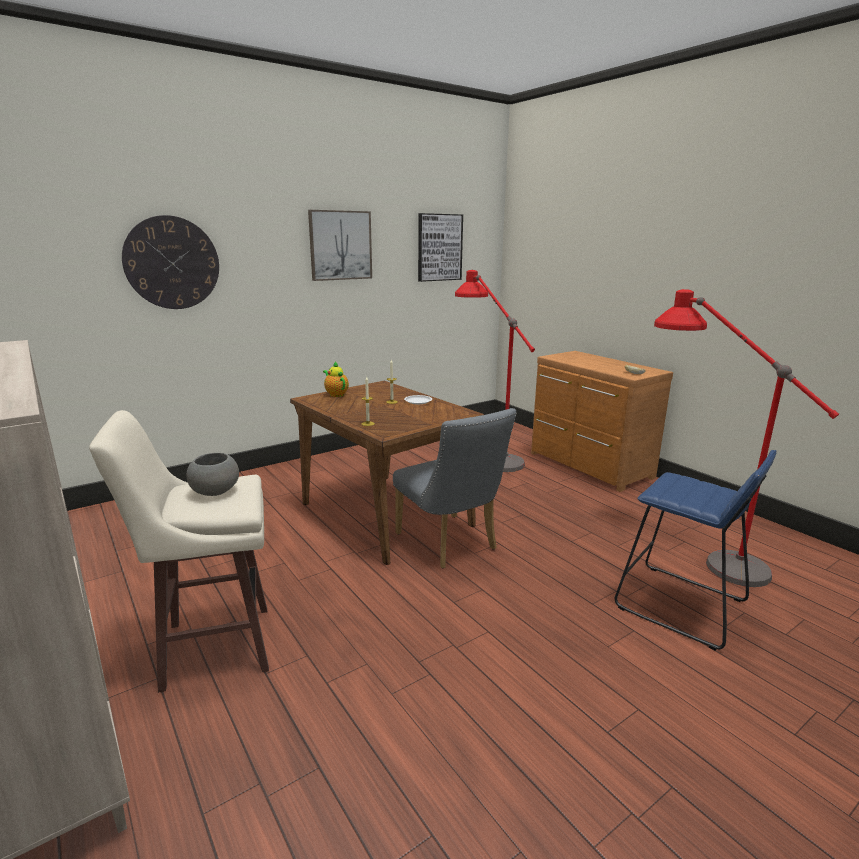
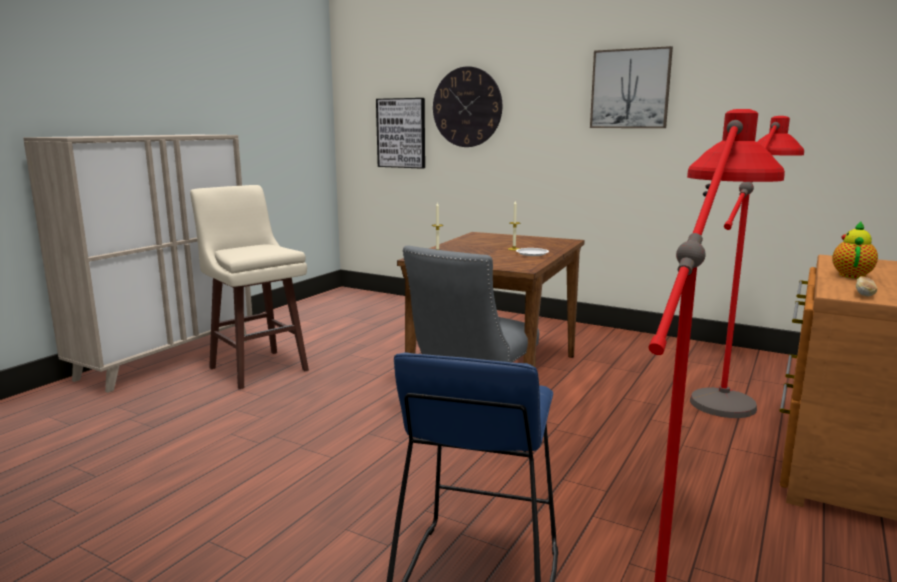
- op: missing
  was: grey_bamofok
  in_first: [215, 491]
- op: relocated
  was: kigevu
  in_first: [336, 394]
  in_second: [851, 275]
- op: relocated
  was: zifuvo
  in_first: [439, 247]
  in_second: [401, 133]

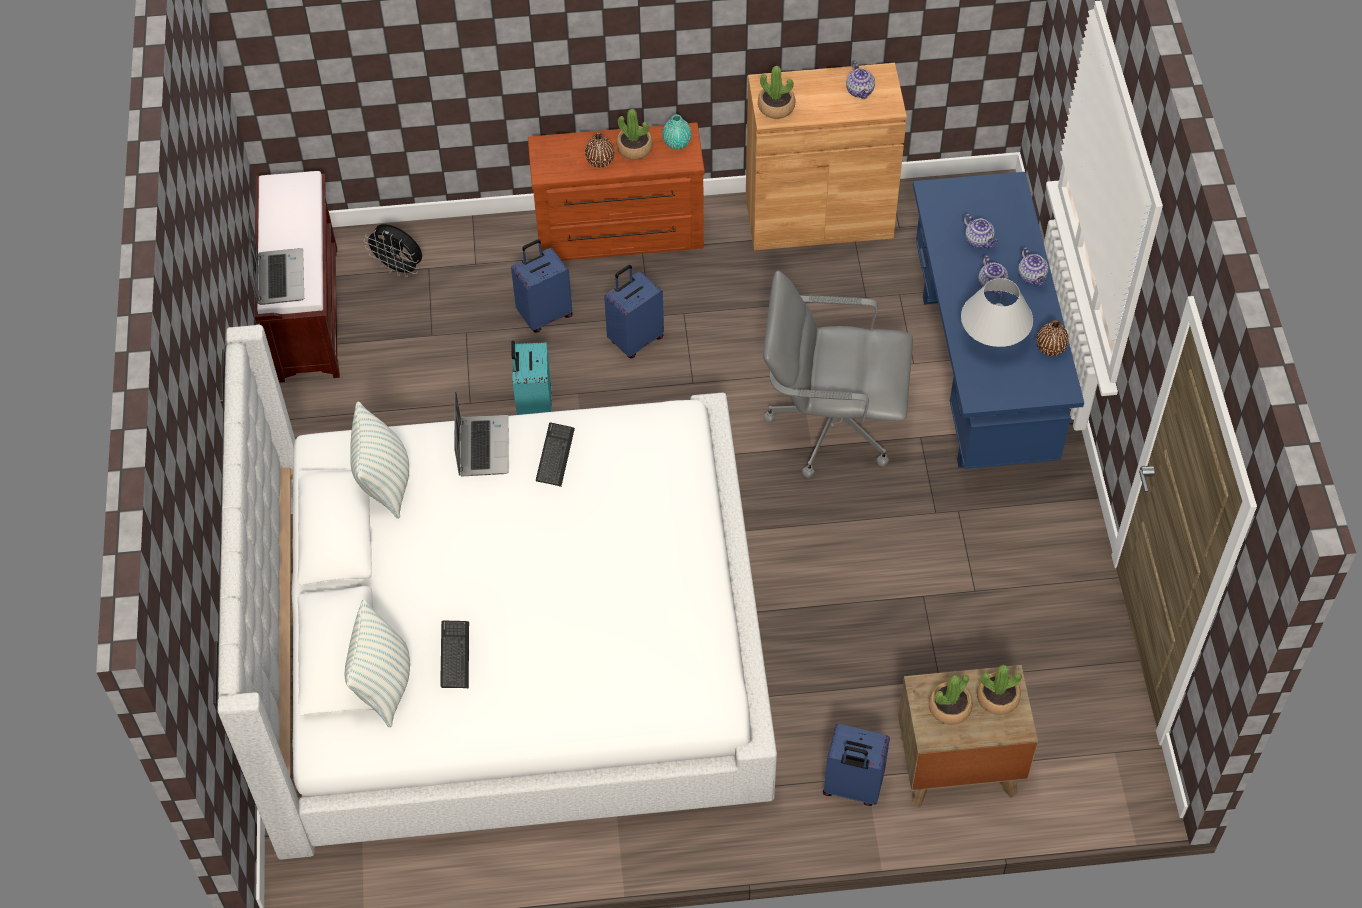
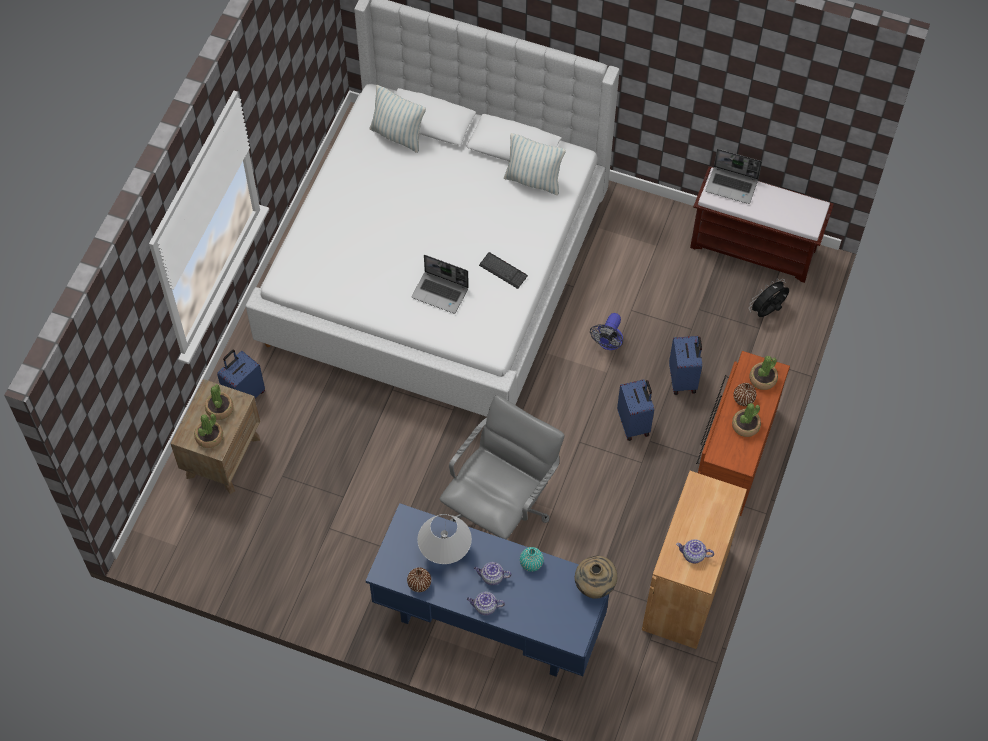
- op: missing
  was: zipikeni
  in_first: [455, 655]
- op: missing
  was: kigevu
  in_first: [979, 241]
- op: appeared
  now: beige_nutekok
  in_second: [594, 586]
- op: relocated
  was: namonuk
  in_first: [482, 446]
  in_second: [441, 293]
- op: relocated
  was: turquoise_nutekok
  in_first: [677, 143]
  in_second: [531, 563]
- op: relocated
  was: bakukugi
  in_first: [776, 107]
  in_second: [763, 379]
- op: exchanged
  was: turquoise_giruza
  now: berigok
  in_first: [533, 408]
  in_second: [608, 343]

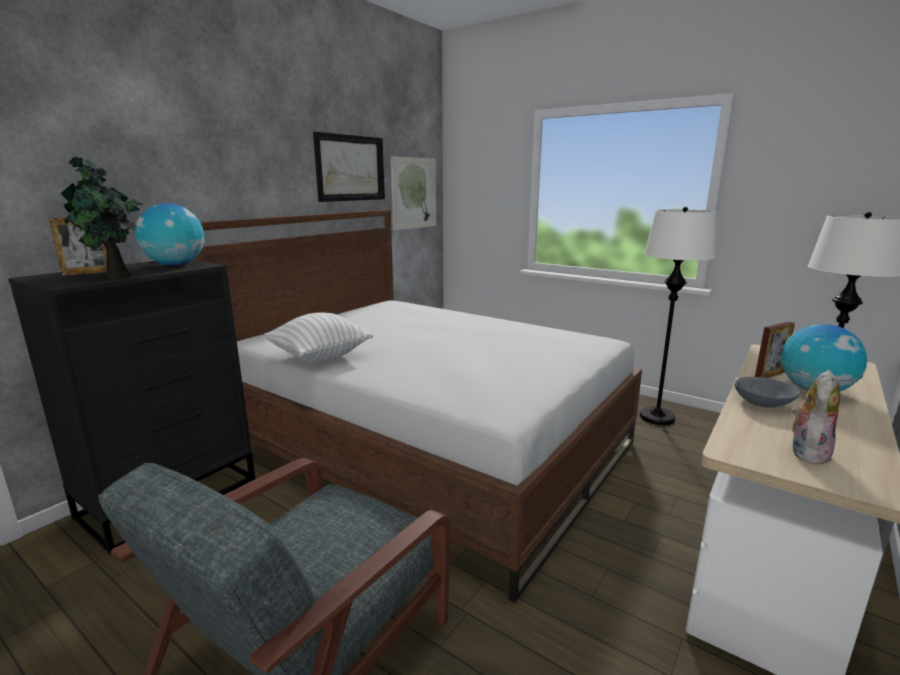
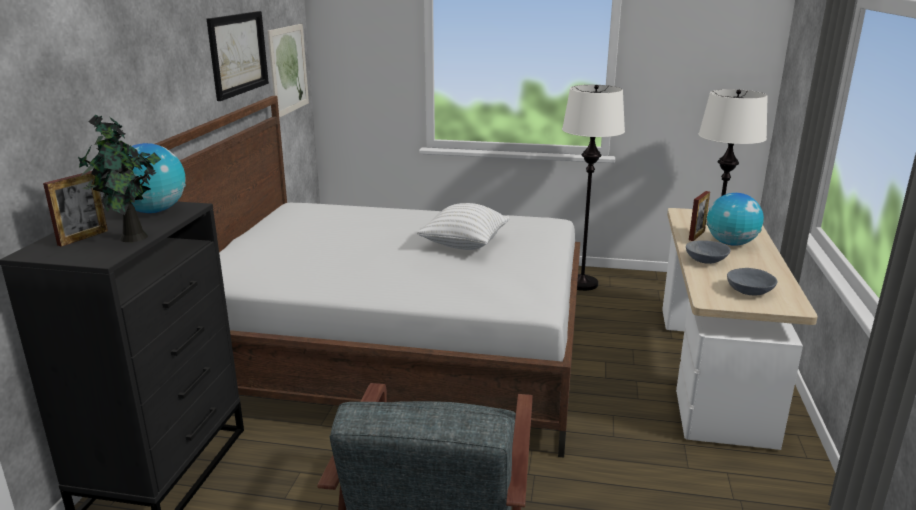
- op: relocated
  was: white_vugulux
  in_first: [319, 357]
  in_second: [464, 245]
- op: exchanged
  was: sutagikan
  now: grey_bamofok
  in_first: [807, 452]
  in_second: [750, 291]

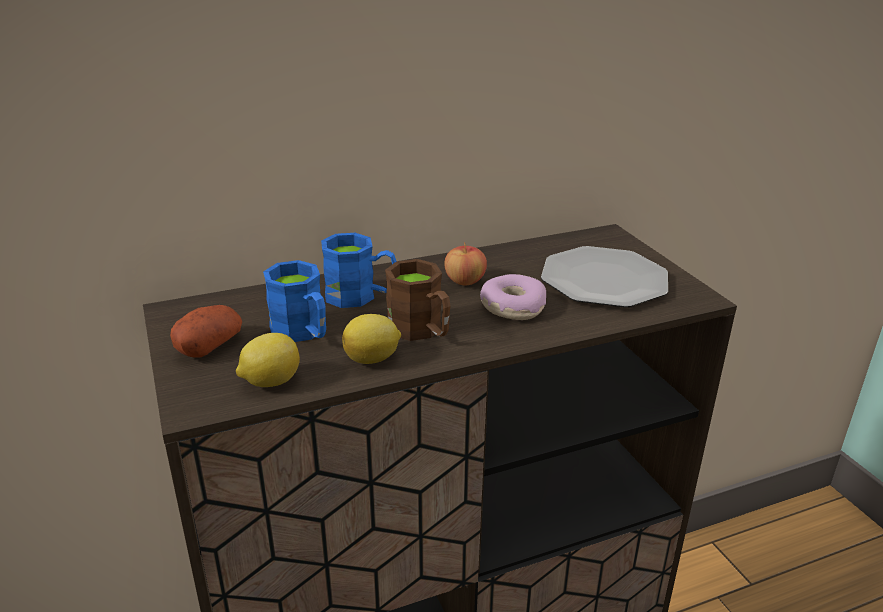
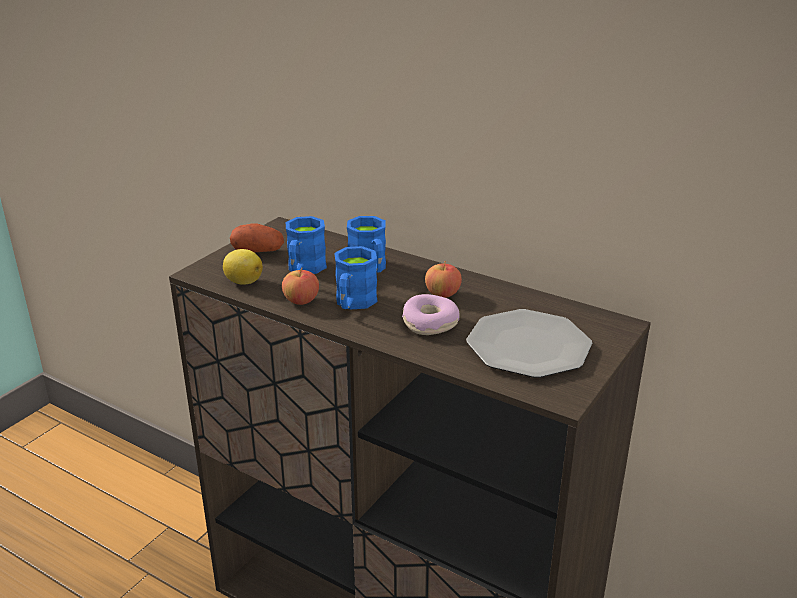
- op: exchanged
  was: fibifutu
  now: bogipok
  in_first: [373, 359]
  in_second: [301, 300]
- op: colour
  was: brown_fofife
  now: blue_fofife
  in_first: [421, 331]
  in_second: [353, 303]

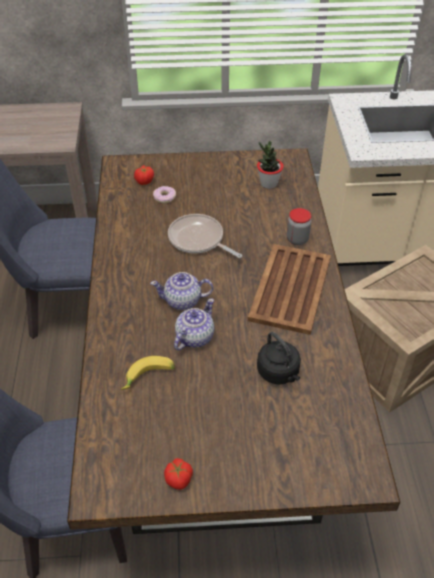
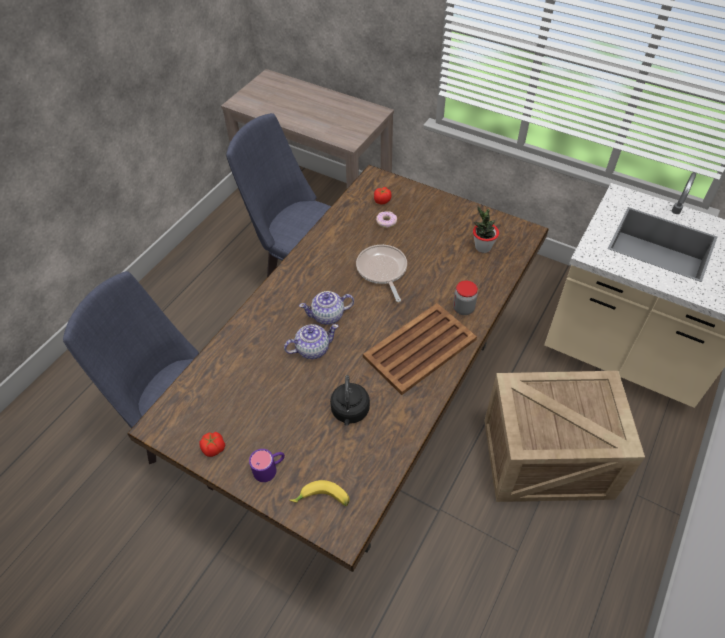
- op: appeared
  now: purple_fofife
  in_second: [270, 468]
- op: relocated
  was: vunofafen
  in_first: [149, 377]
  in_second: [321, 500]
- op: spun
  was: kigevu
  in_first: [183, 301]
  in_second: [328, 316]
  clockwise: -45

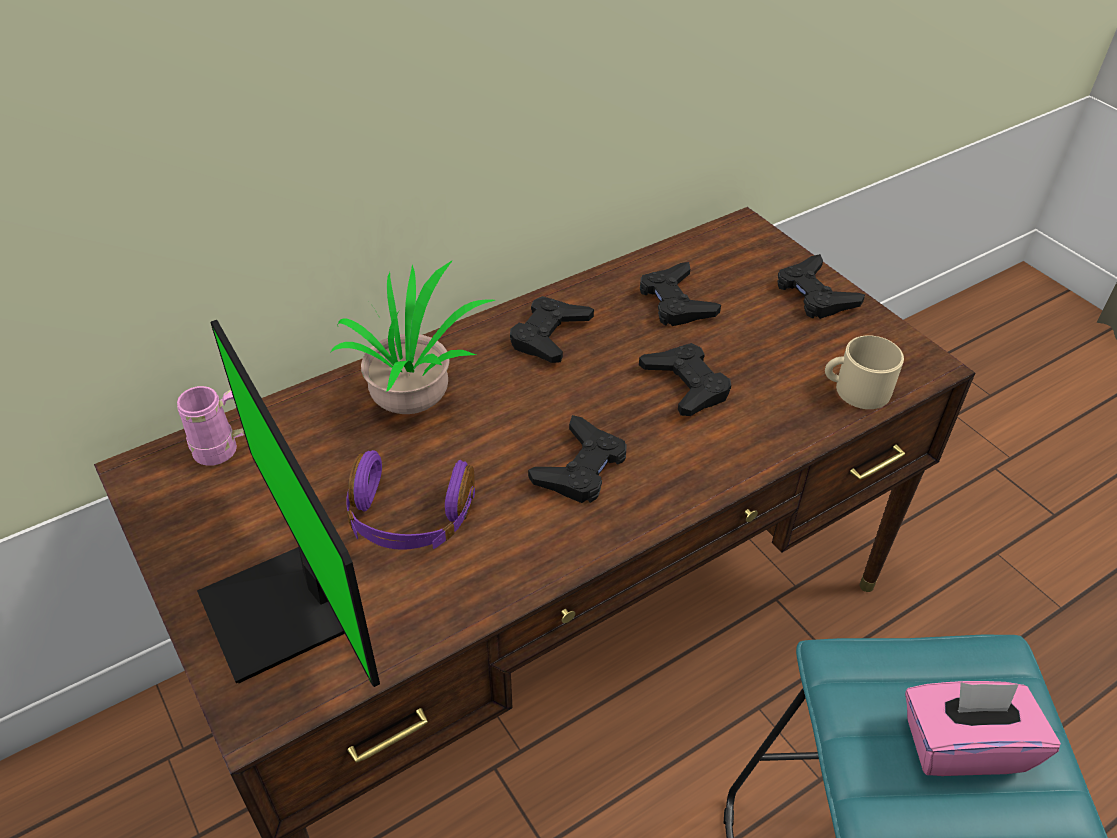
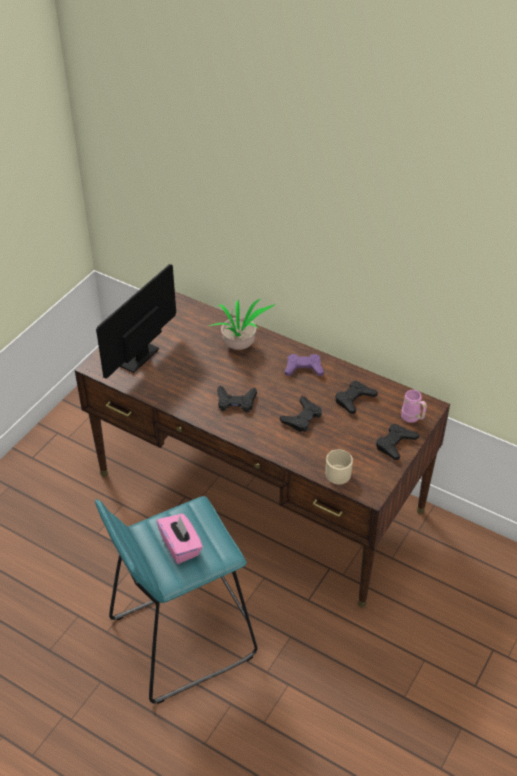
- op: missing
  was: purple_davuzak
  in_first: [409, 519]
- op: relocated
  was: pink_fofife
  in_first: [225, 449]
  in_second: [412, 418]
- op: colour
  was: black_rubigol
  now: purple_rubigol
  in_first: [549, 335]
  in_second: [303, 368]

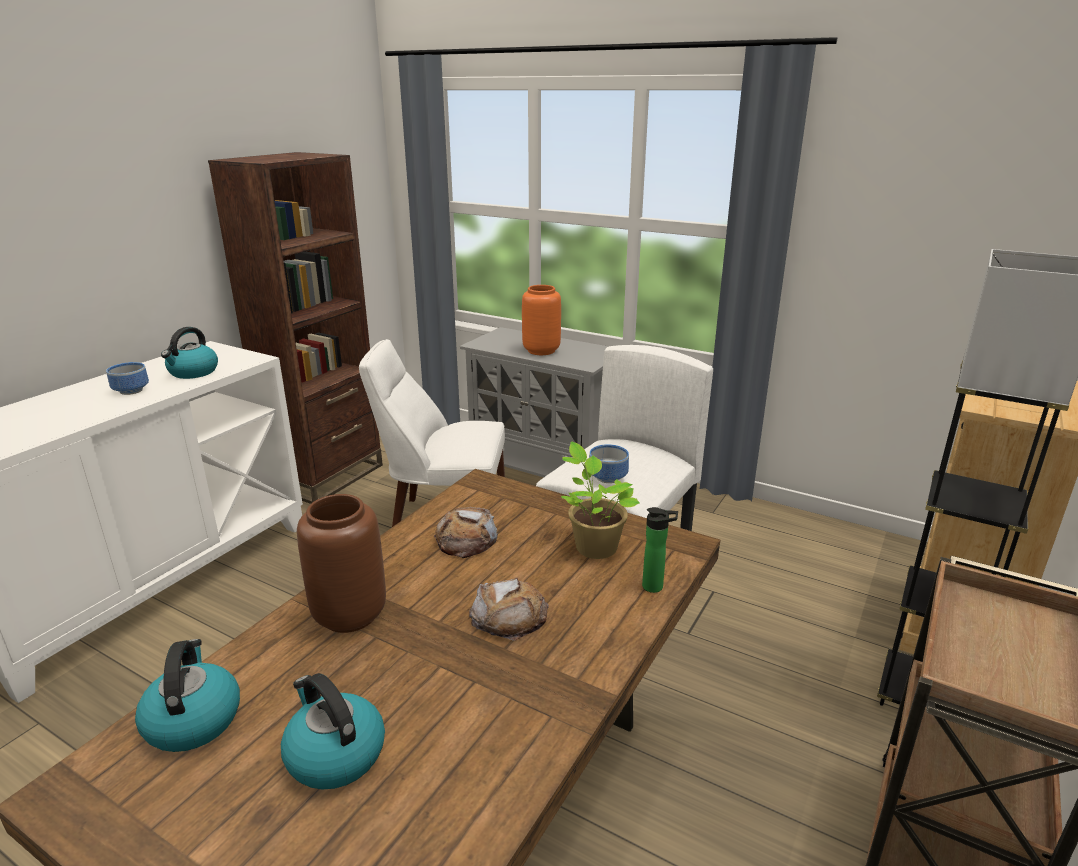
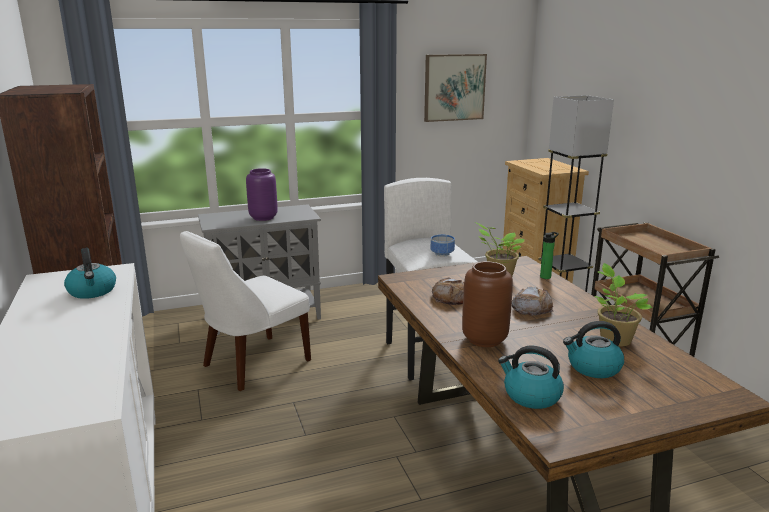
- op: missing
  was: bamofok
  in_first: [130, 391]
- op: appeared
  now: zifuvo
  in_second: [454, 87]
- op: appeared
  now: bakukugi
  in_second: [613, 338]
- op: colour
  was: orange_nutekok
  now: purple_nutekok
  in_first: [541, 351]
  in_second: [263, 218]

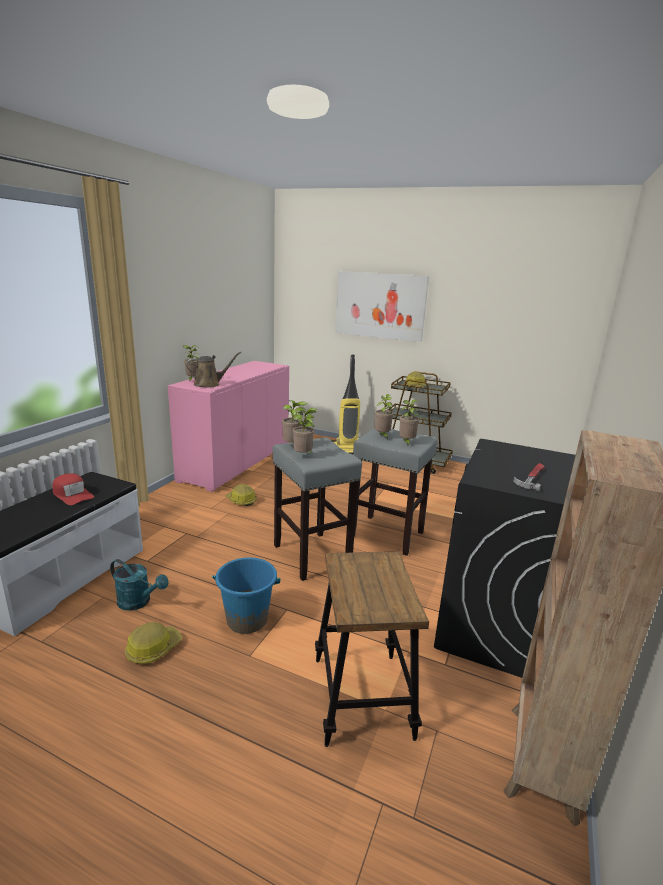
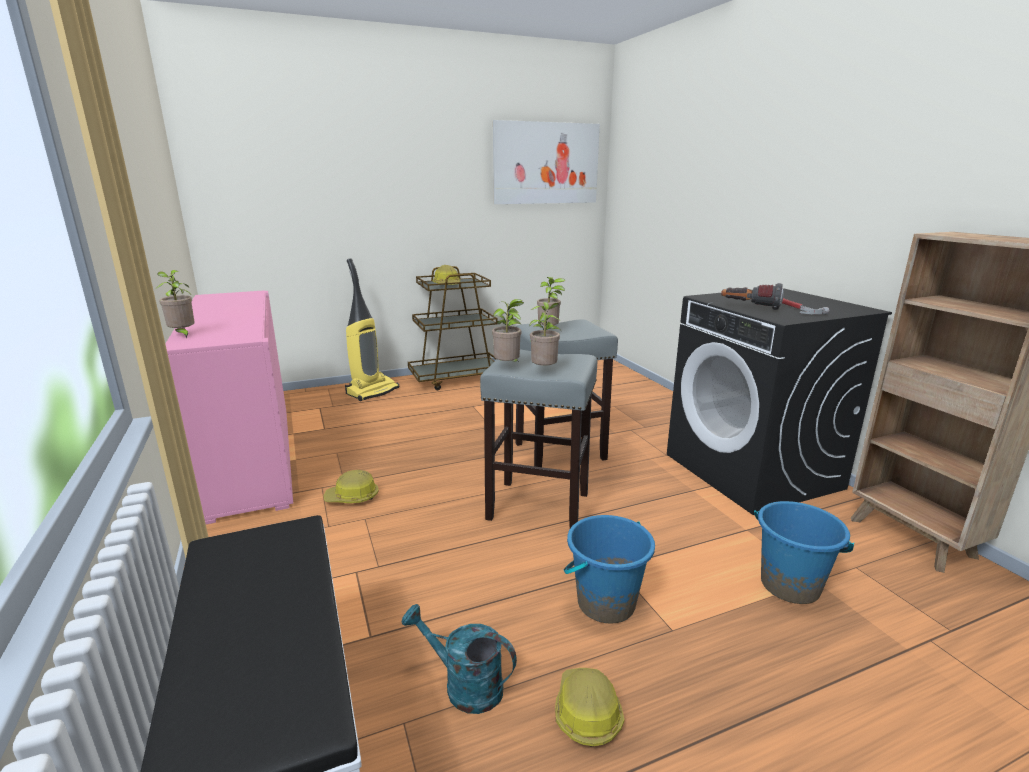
- op: missing
  was: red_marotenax
  in_first: [72, 494]
- op: missing
  was: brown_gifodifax
  in_first: [209, 384]
- op: missing
  was: bakukugi
  in_first: [406, 443]
- op: appeared
  now: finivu
  in_second: [750, 307]
- op: relocated
  was: zifuvo
  in_first: [380, 305]
  in_second: [546, 163]
- op: exchanged
  was: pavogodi
  now: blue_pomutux
  in_first: [361, 696]
  in_second: [790, 585]
- op: spun
  was: turquoise_gifodifax
  in_first: [139, 602]
  in_second: [464, 685]
  clockwise: -135

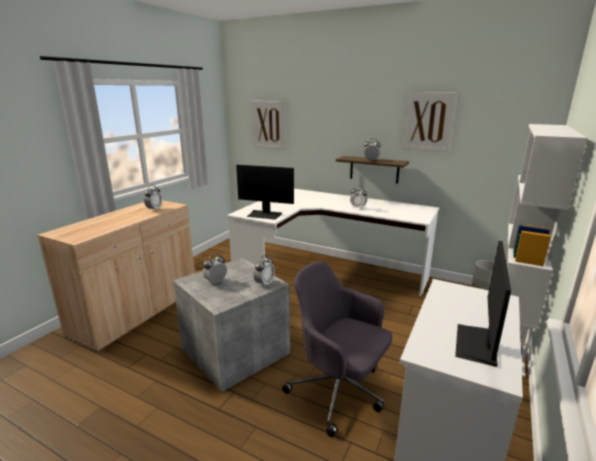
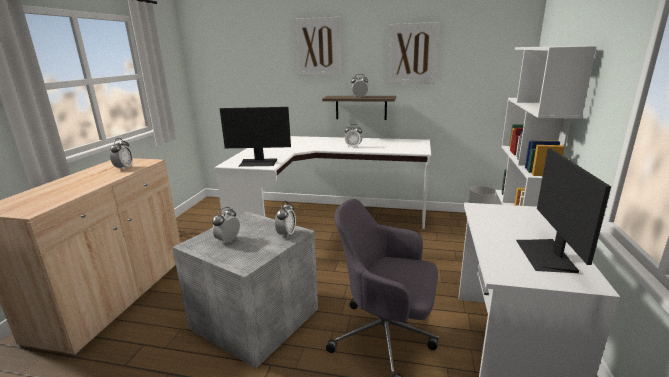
- op: relocated
  was: zifuvo
  in_first: [269, 125]
  in_second: [318, 47]

